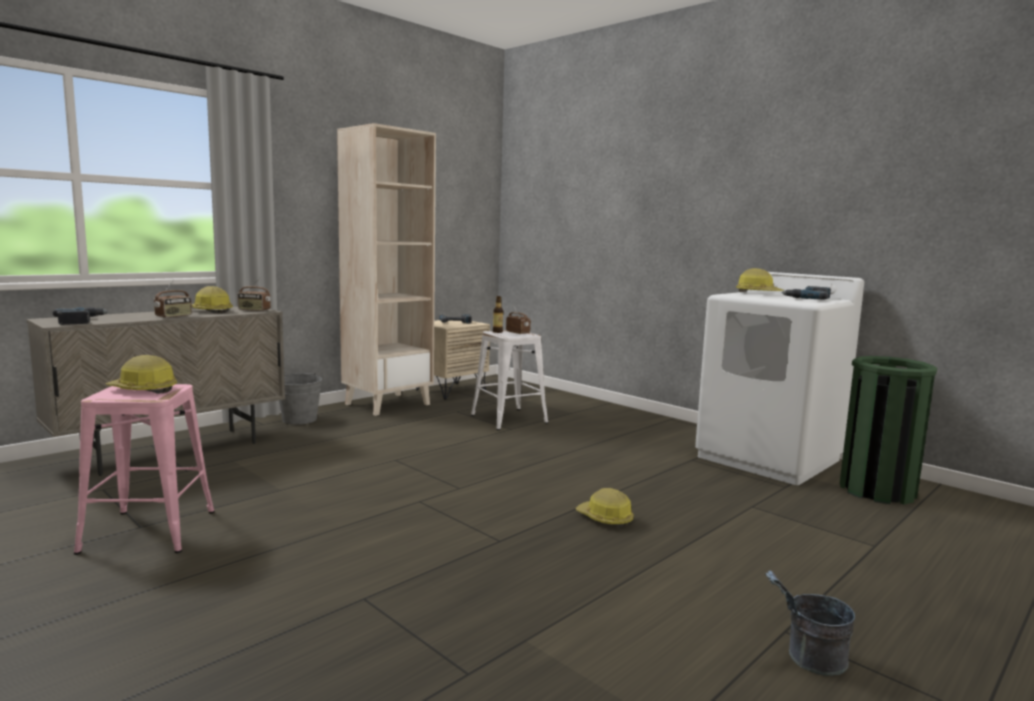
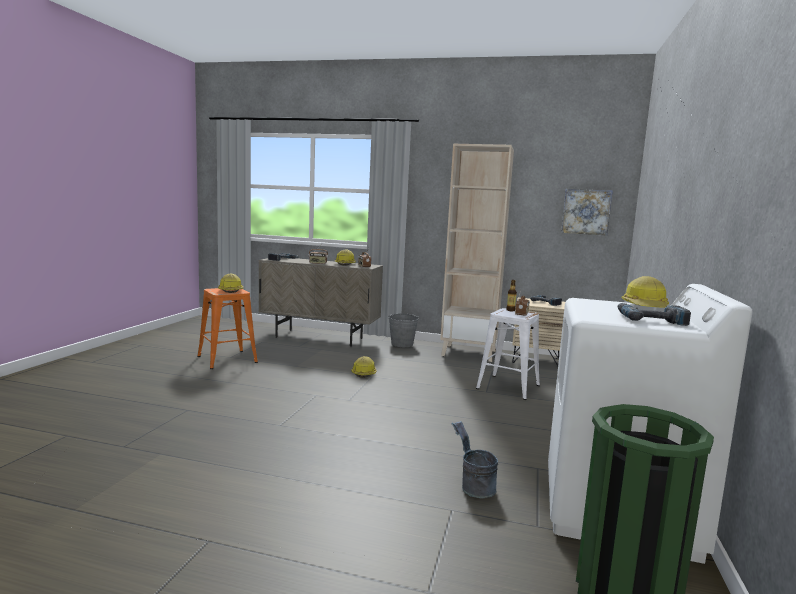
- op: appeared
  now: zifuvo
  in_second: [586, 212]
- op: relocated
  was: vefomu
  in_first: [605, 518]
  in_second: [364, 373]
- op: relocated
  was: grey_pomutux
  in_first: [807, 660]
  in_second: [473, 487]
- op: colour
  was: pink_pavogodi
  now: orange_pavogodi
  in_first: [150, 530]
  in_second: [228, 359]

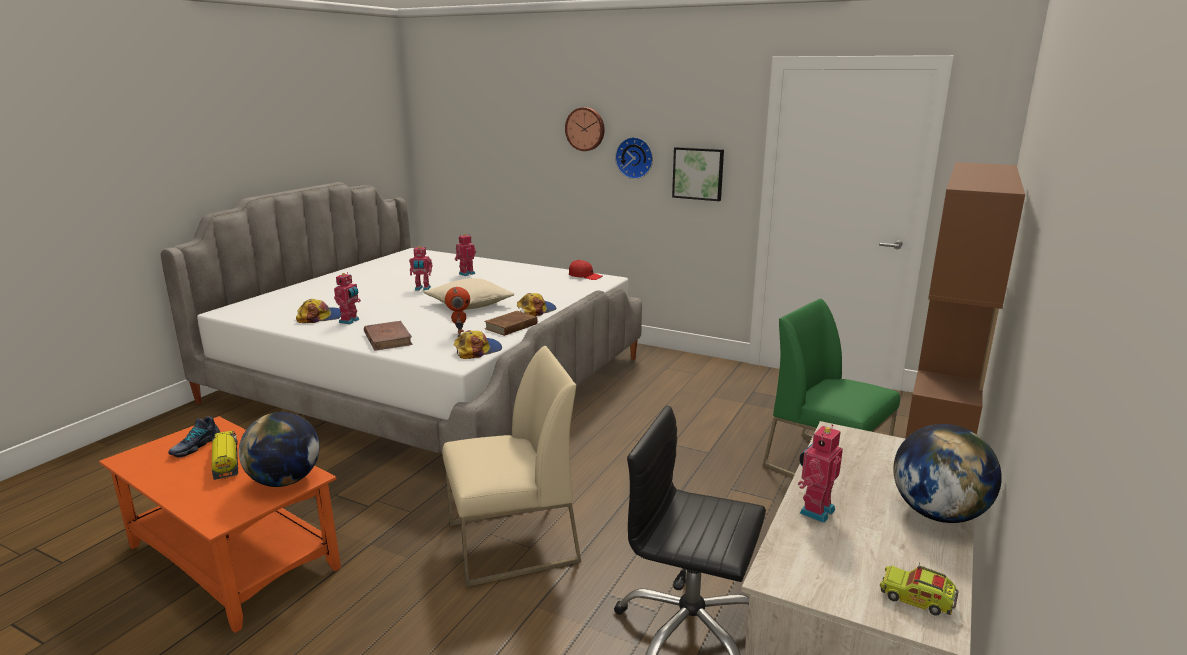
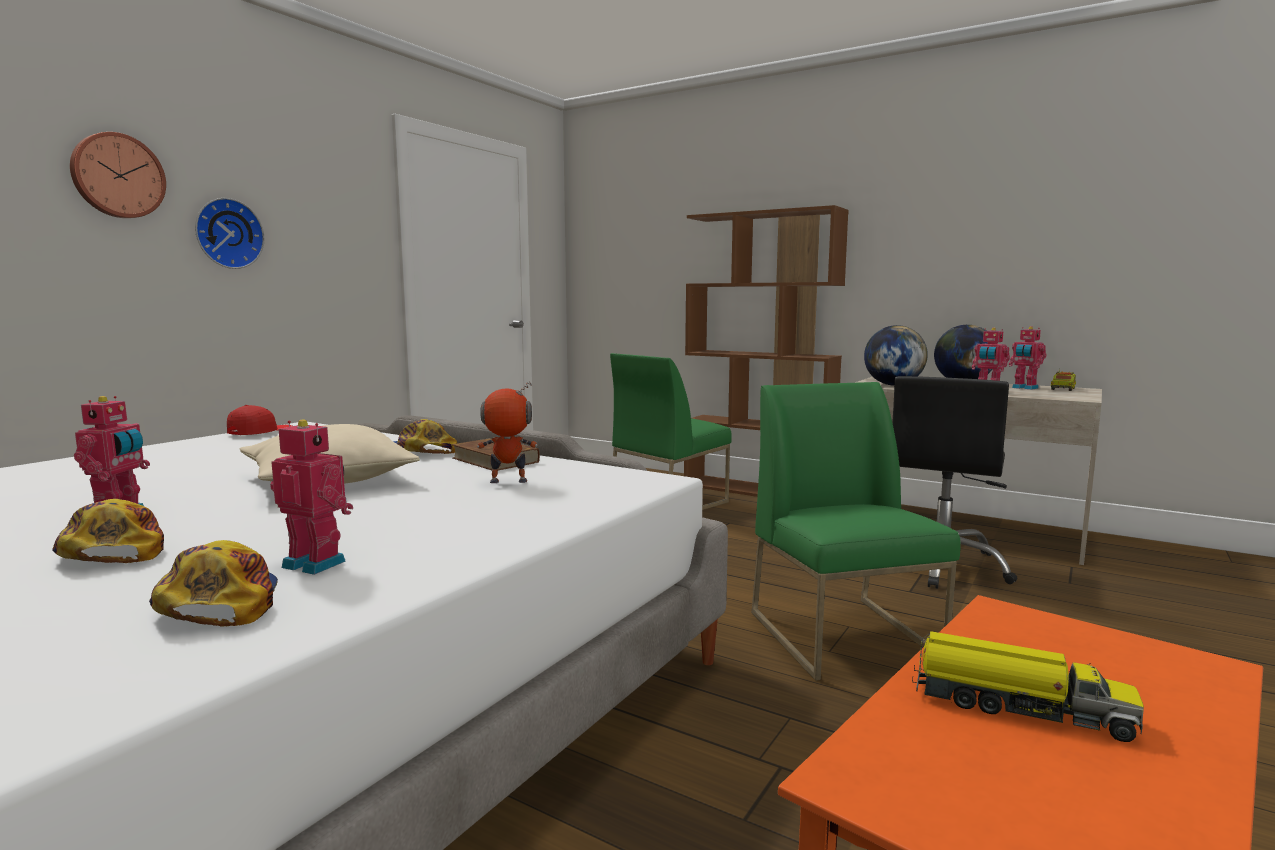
- op: missing
  was: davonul
  in_first: [195, 446]
- op: missing
  was: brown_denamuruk
  in_first: [388, 339]
- op: missing
  was: zifuvo
  in_first: [698, 173]
- op: relocated
  was: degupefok
  in_first: [285, 481]
  in_second: [893, 385]
- op: relocated
  was: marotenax
  in_first: [478, 350]
  in_second: [113, 551]
- op: relocated
  was: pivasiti
  in_first: [466, 273]
  in_second: [1024, 388]
- op: colour
  was: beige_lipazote
  now: green_lipazote
  in_first: [512, 543]
  in_second: [845, 636]
- op: spun
  was: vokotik
  in_first: [226, 461]
  in_second: [1018, 707]
  clockwise: -135

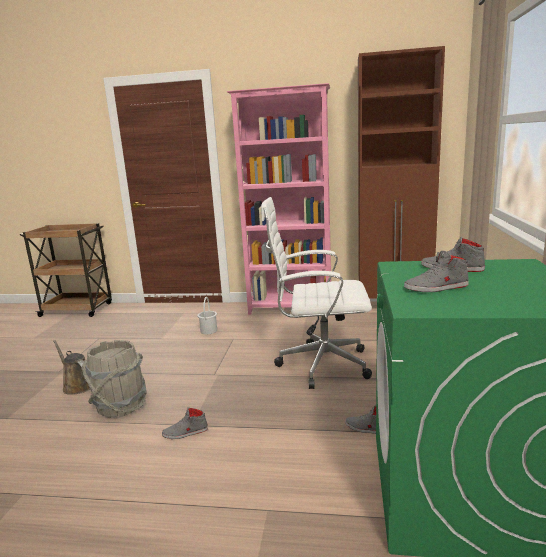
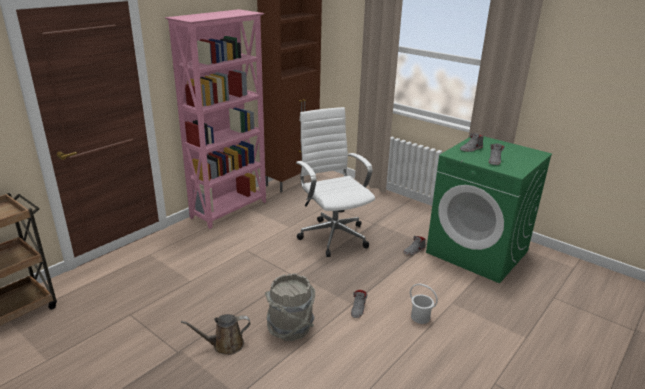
- op: relocated
  was: white_pomutux
  in_first: [208, 331]
  in_second: [420, 317]
- op: spun
  was: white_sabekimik
  in_first: [319, 365]
  in_second: [332, 235]
  clockwise: 120

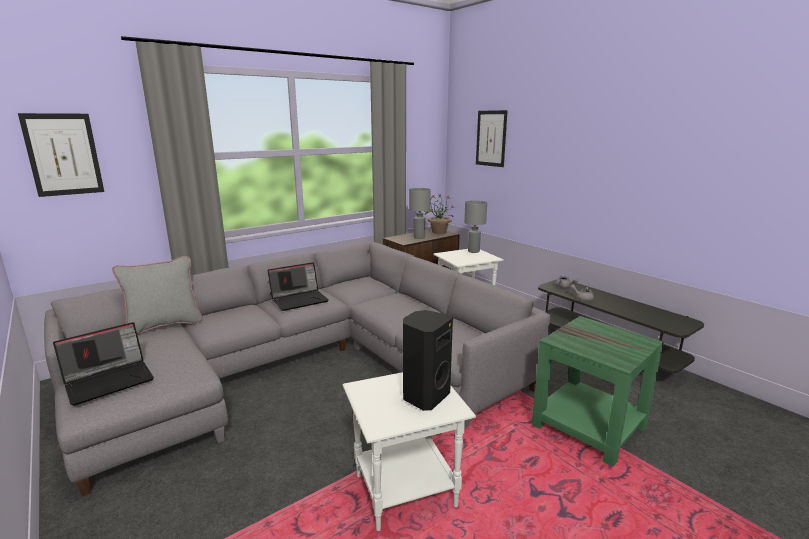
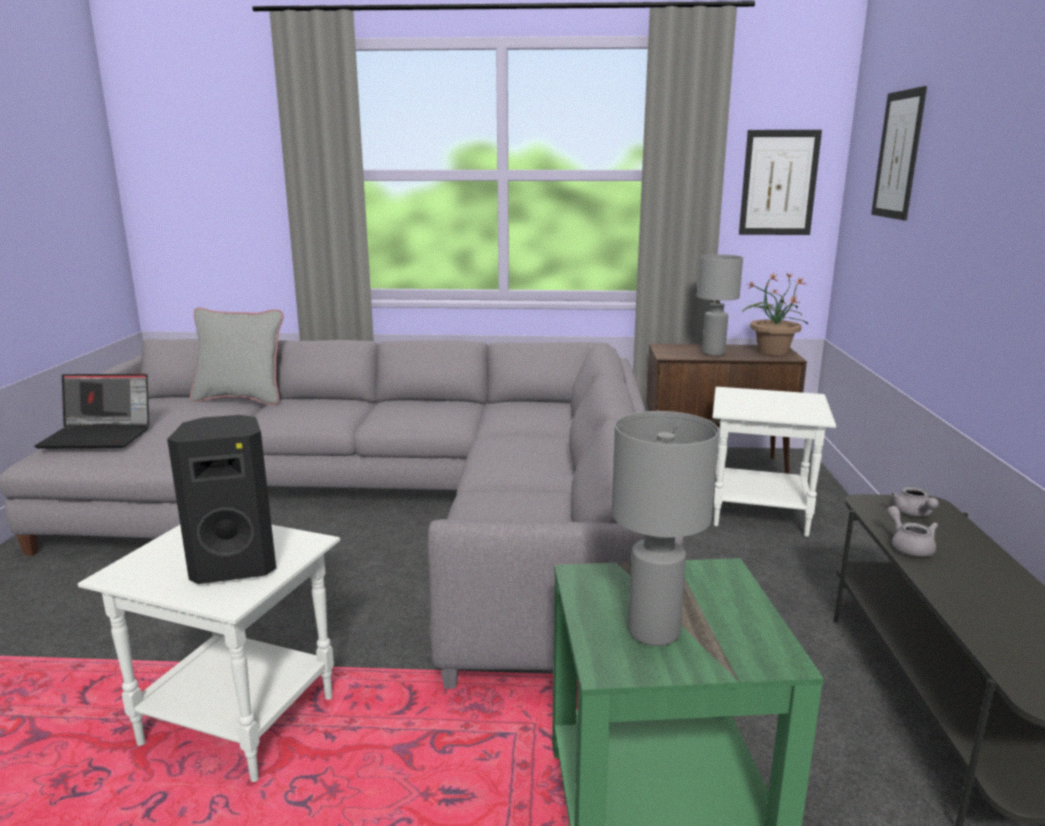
- op: missing
  was: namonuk
  in_first: [300, 300]
- op: relocated
  was: zifuvo
  in_first: [63, 154]
  in_second: [779, 183]
- op: relocated
  was: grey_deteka
  in_first: [473, 251]
  in_second: [652, 632]

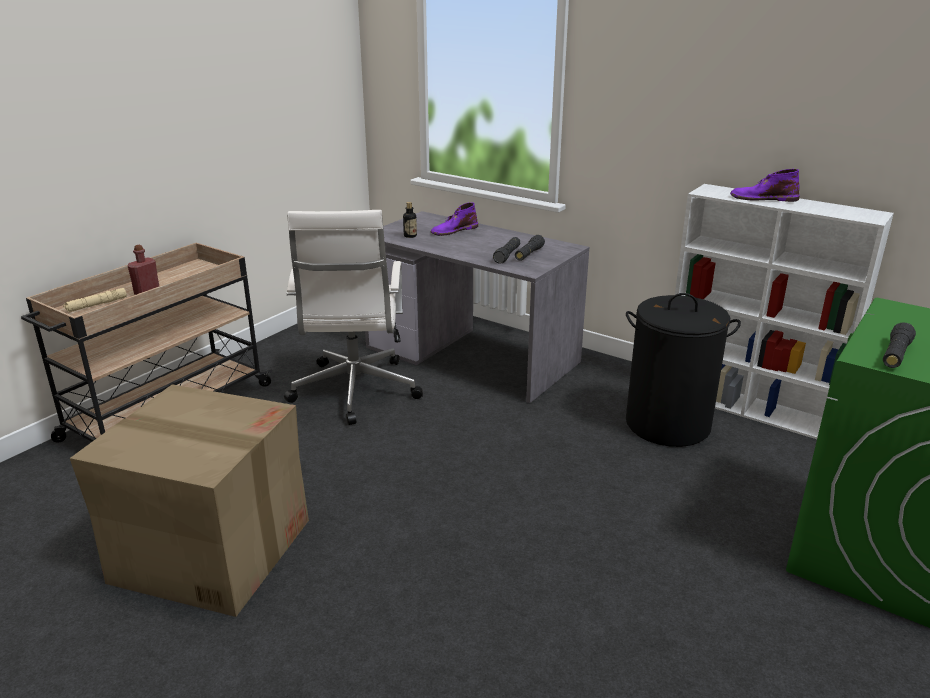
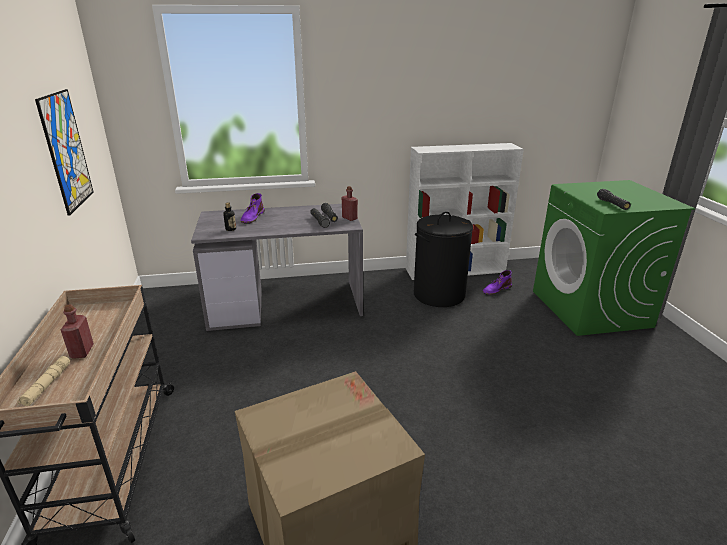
- op: missing
  was: white_sabekimik
  in_first: [354, 392]
- op: appeared
  now: zifuvo
  in_second: [66, 151]
- op: appeared
  now: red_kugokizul
  in_second: [349, 218]
- op: relocated
  was: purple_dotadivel
  in_first: [763, 198]
  in_second: [496, 289]

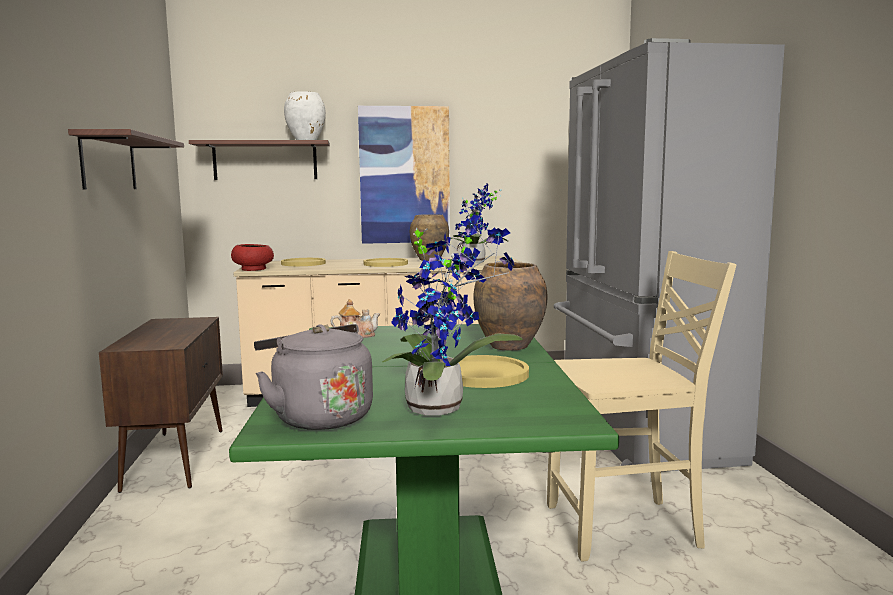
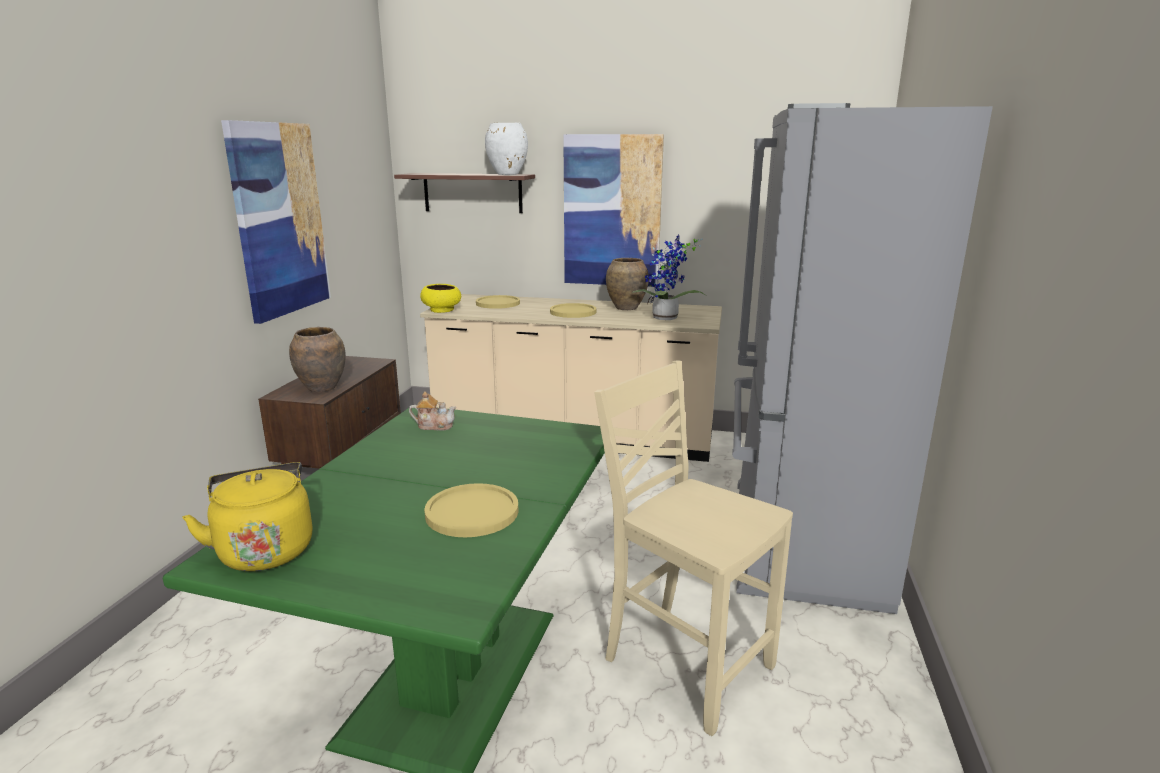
- op: missing
  was: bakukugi
  in_first: [441, 407]
- op: relocated
  was: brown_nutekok
  in_first: [509, 346]
  in_second: [322, 388]
- op: exchanged
  was: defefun
  now: zifuvo
  in_first: [109, 163]
  in_second: [279, 219]
- op: colour
  was: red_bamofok
  now: yellow_bamofok
  in_first: [253, 269]
  in_second: [442, 310]
- op: colour
  was: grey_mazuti
  now: yellow_mazuti
  in_first: [318, 417]
  in_second: [265, 549]
- op: spun
  was: beige_lipazote
  in_first: [626, 528]
  in_second: [685, 662]
  clockwise: -150

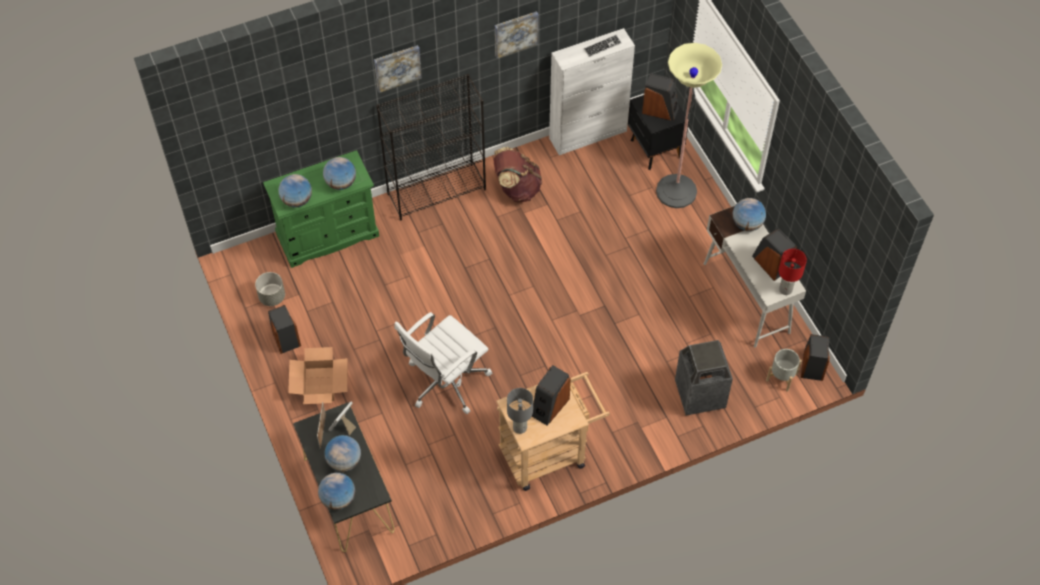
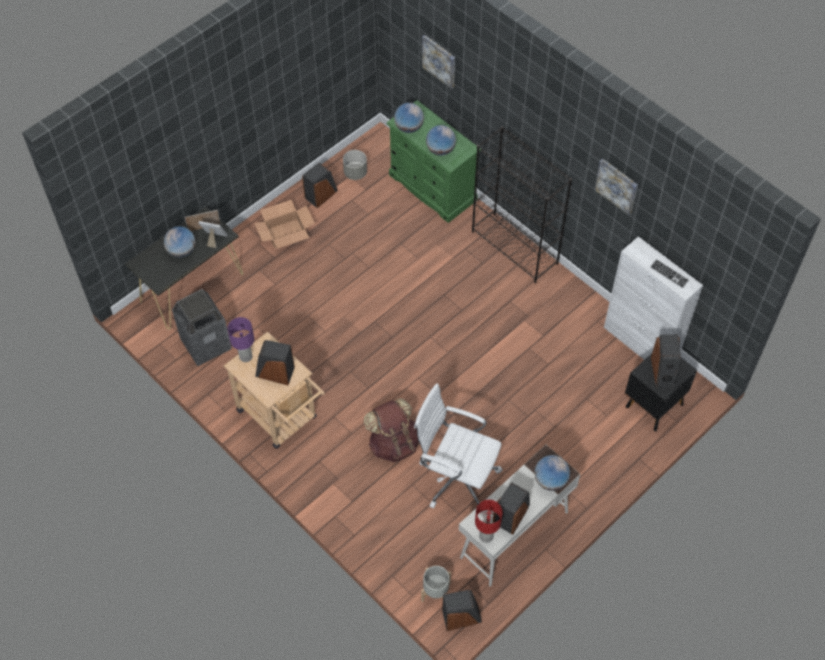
- op: missing
  was: degupefok
  in_first: [338, 499]
- op: missing
  was: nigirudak
  in_first: [676, 191]
- op: relocated
  was: zifuvo
  in_first: [397, 67]
  in_second: [439, 61]
- op: relocated
  was: white_sabekimik
  in_first: [445, 382]
  in_second: [456, 476]
- op: relocated
  was: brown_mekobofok
  in_first: [516, 188]
  in_second: [394, 443]
- op: relocated
  was: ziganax
  in_first: [699, 395]
  in_second: [205, 344]
- op: colour
  was: grey_deteka
  now: purple_deteka
  in_first: [520, 427]
  in_second: [246, 357]

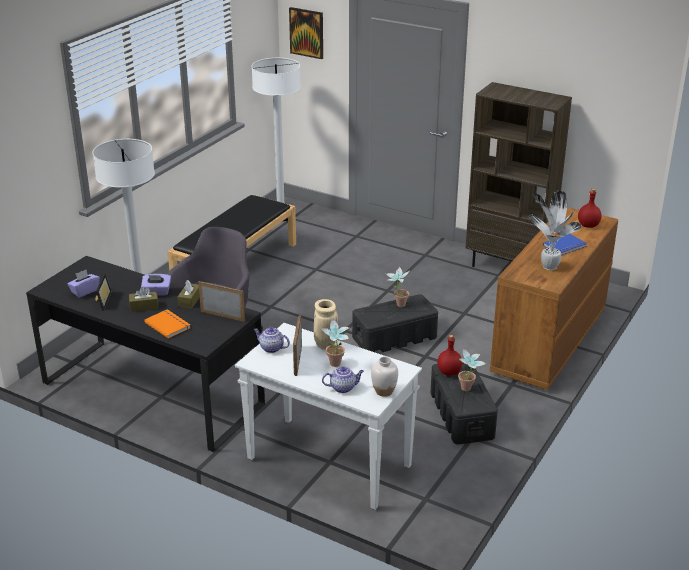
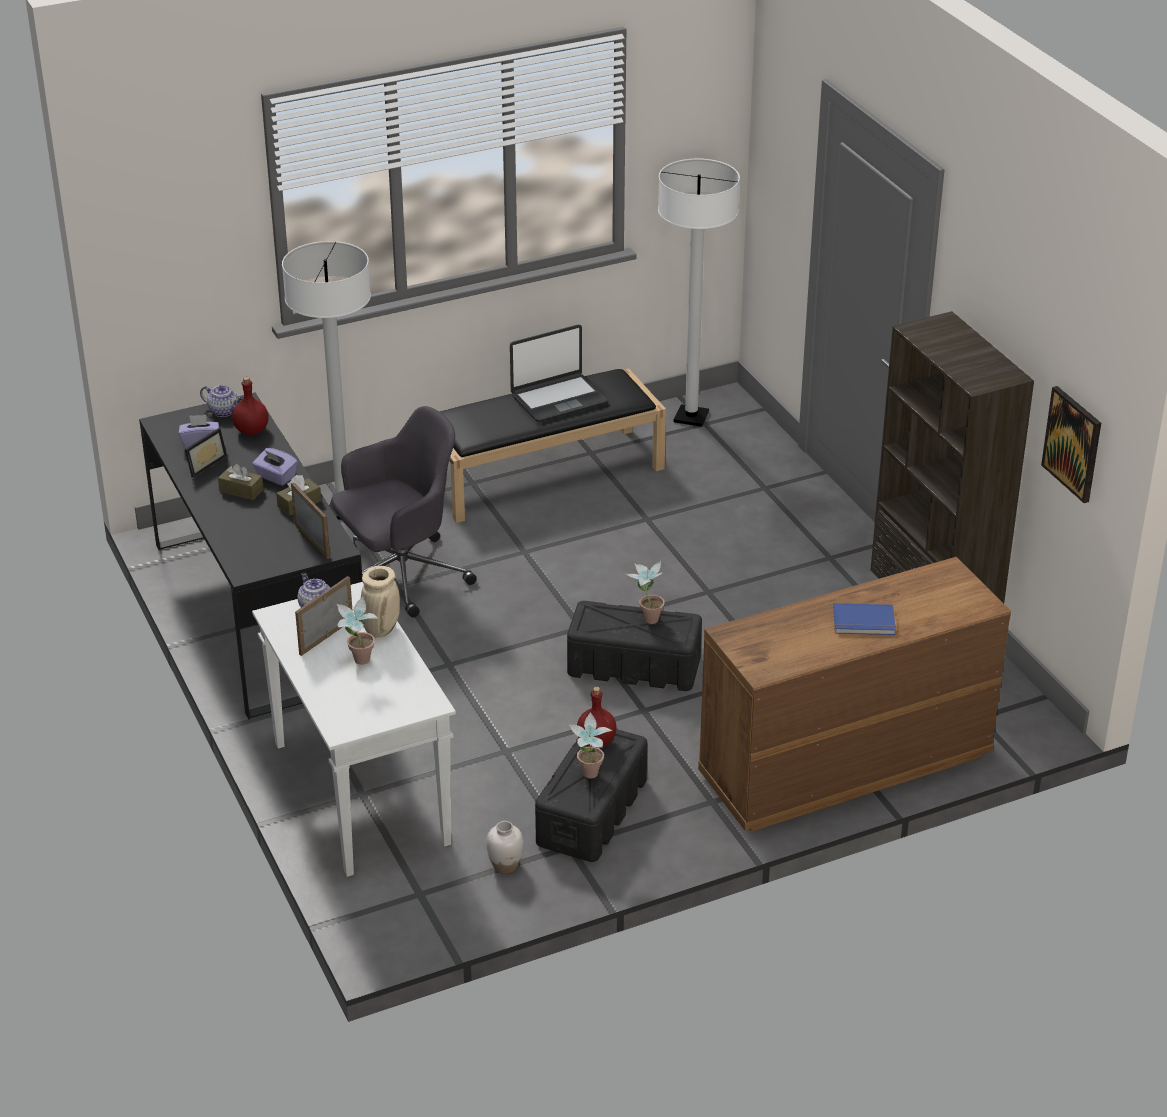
- op: missing
  was: orange_denamuruk
  in_first: [168, 325]
- op: missing
  was: bakukugi
  in_first: [548, 267]
- op: appeared
  now: namonuk
  in_second: [558, 399]
- op: relocated
  was: zifuvo
  in_first: [307, 32]
  in_second: [1073, 443]
- op: relocated
  was: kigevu
  in_first: [343, 387]
  in_second: [224, 411]
- op: relocated
  was: white_nutekok
  in_first: [384, 391]
  in_second: [505, 865]
- op: relocated
  was: red_kugokizul
  in_first: [588, 225]
  in_second: [251, 431]

